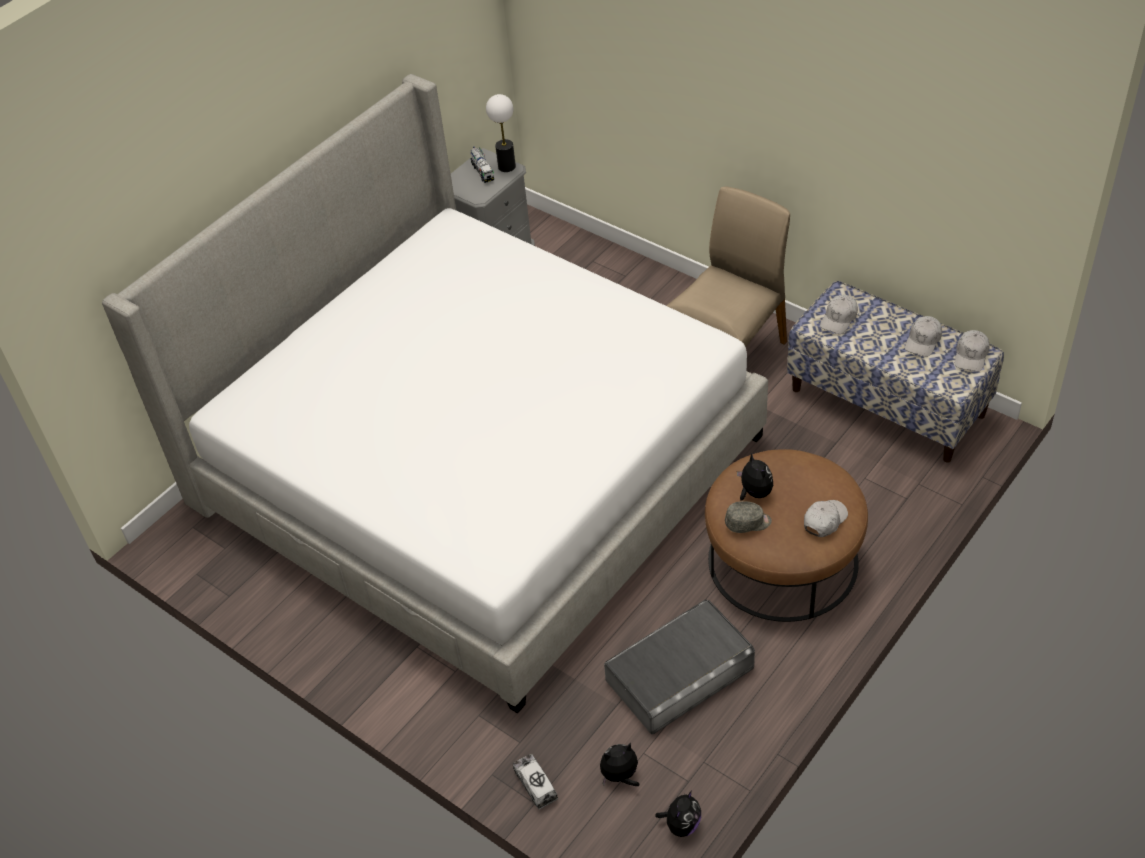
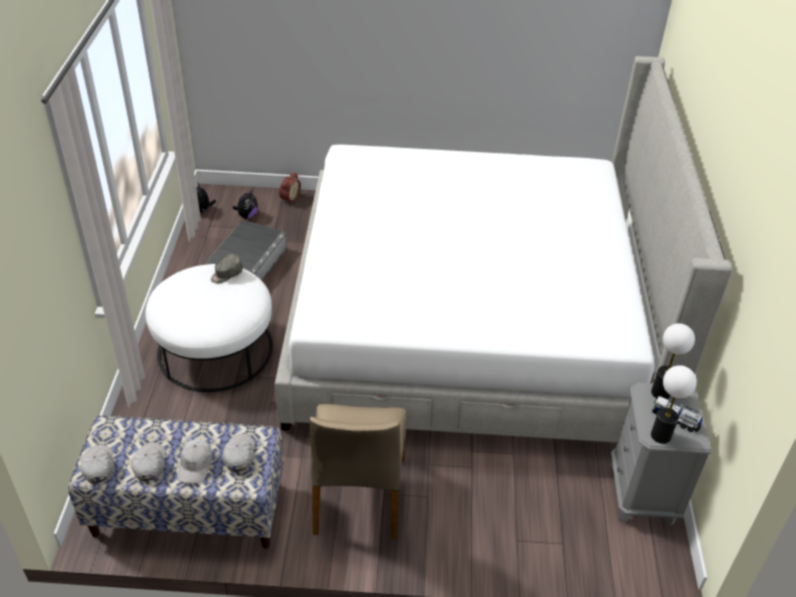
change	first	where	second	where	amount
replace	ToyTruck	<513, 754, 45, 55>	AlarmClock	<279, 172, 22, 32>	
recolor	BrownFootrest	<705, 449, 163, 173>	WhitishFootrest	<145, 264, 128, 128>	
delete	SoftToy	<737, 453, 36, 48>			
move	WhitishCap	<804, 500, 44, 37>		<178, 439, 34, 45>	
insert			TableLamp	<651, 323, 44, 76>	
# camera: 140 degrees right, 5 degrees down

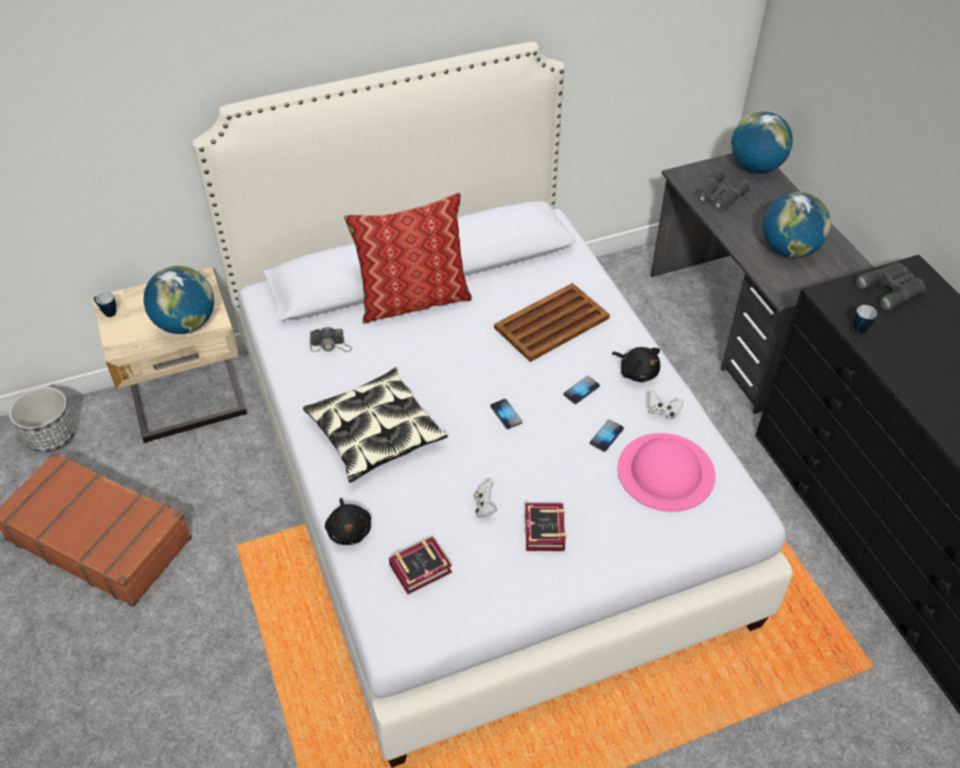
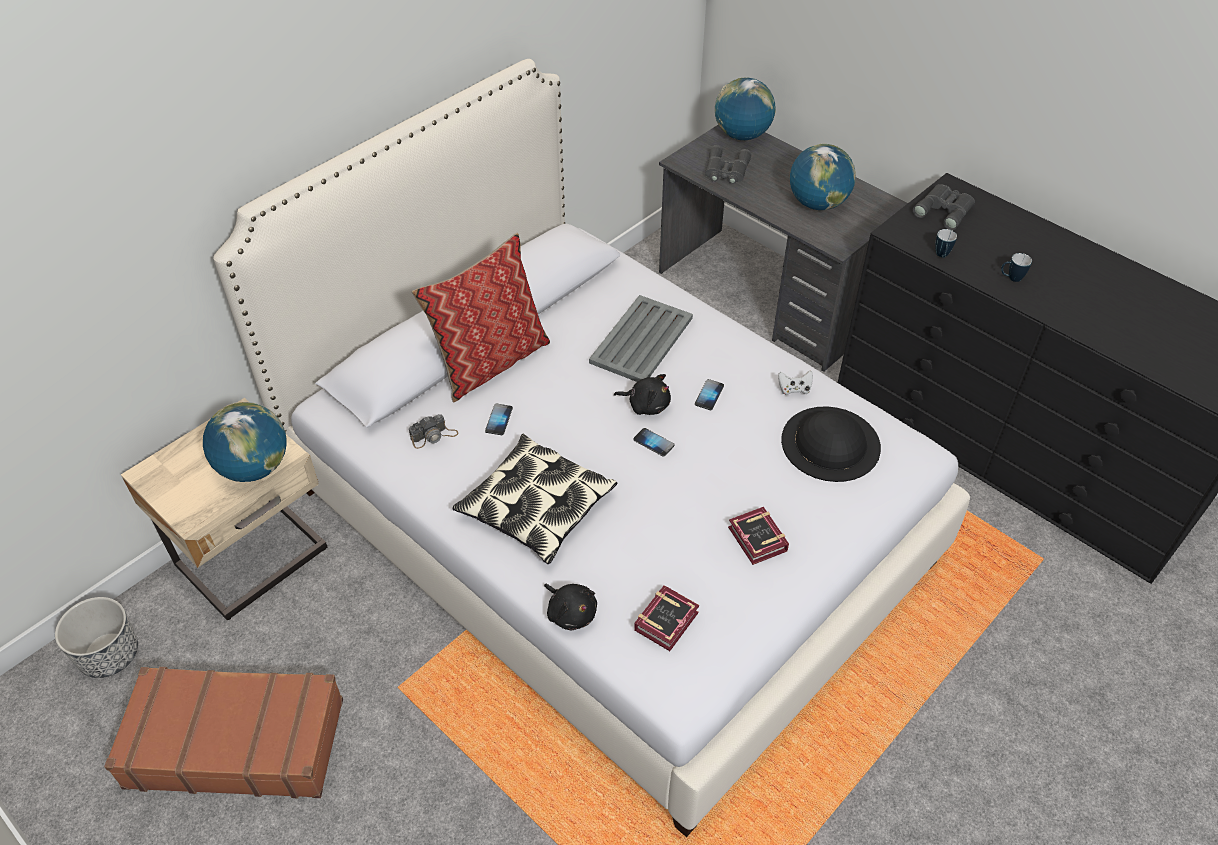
change	first	where	second	where	amount
move	TeaMug	<94, 292, 22, 25>		<1001, 253, 31, 29>	
delete	WhitishGameController	<474, 481, 23, 37>			
recolor	BrownTray	<494, 283, 116, 79>	GreyishTray	<589, 295, 104, 87>	
move	Phone	<590, 419, 34, 33>		<485, 404, 28, 31>	
move	BlackSoftToy	<612, 347, 48, 35>		<614, 374, 57, 41>	
recolor	PinkishClothingHat	<617, 433, 99, 79>	BlackClothingHat	<781, 406, 100, 76>	
# camera: 25 degrees left, 0 degrees up

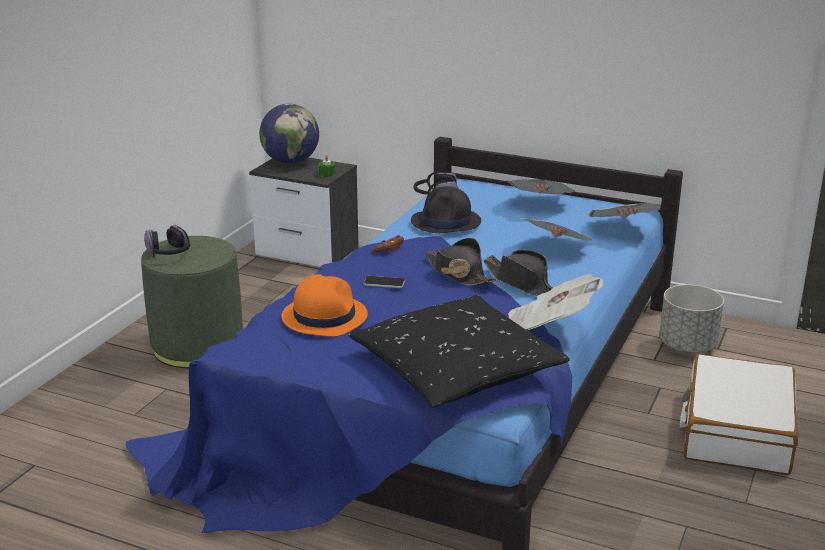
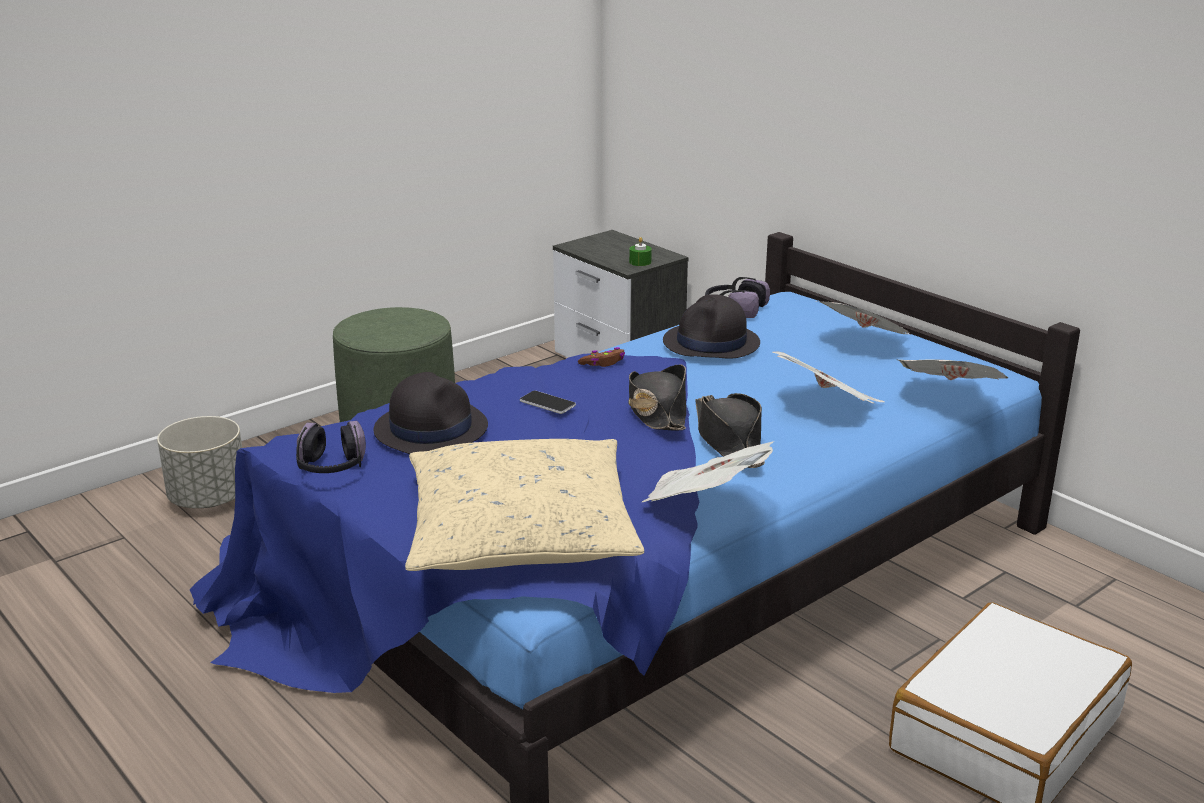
change	first	where	second	where	amount
move	Headphones	<144, 225, 46, 32>		<296, 421, 70, 52>	
delete	DeskGlobe	<259, 104, 60, 60>			
recolor	OrangeColouredClothingHat	<281, 274, 87, 63>	BlackClothingHat	<373, 372, 115, 82>	
recolor	BlackCushion	<348, 295, 222, 113>	BeigeCushion	<405, 439, 239, 132>	
move	GreyishPlanter	<659, 284, 65, 69>		<157, 416, 85, 92>	
# camera: 25 degrees right, 0 degrees up

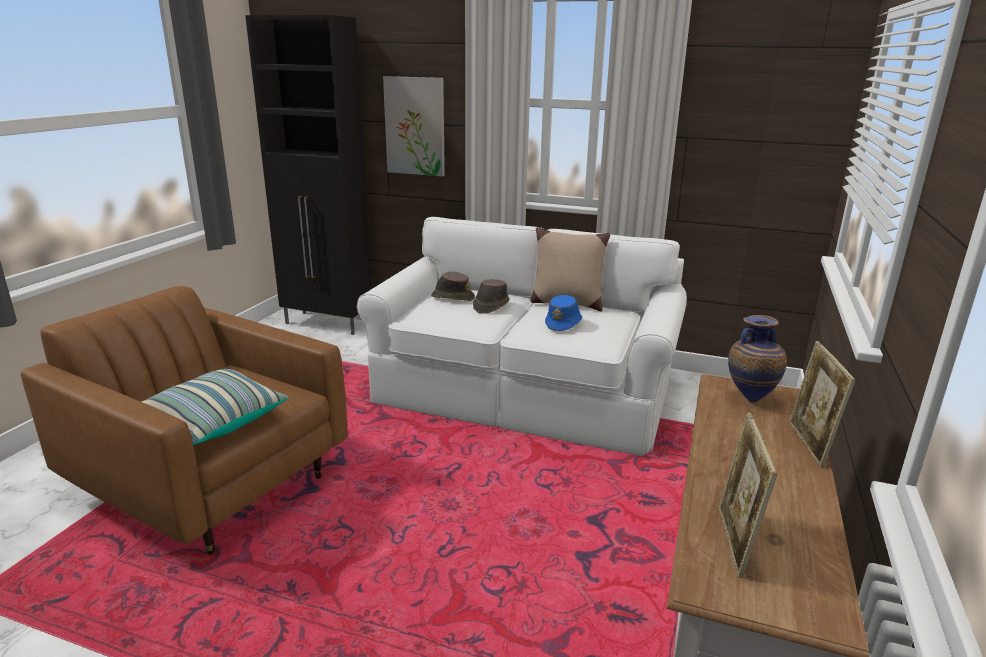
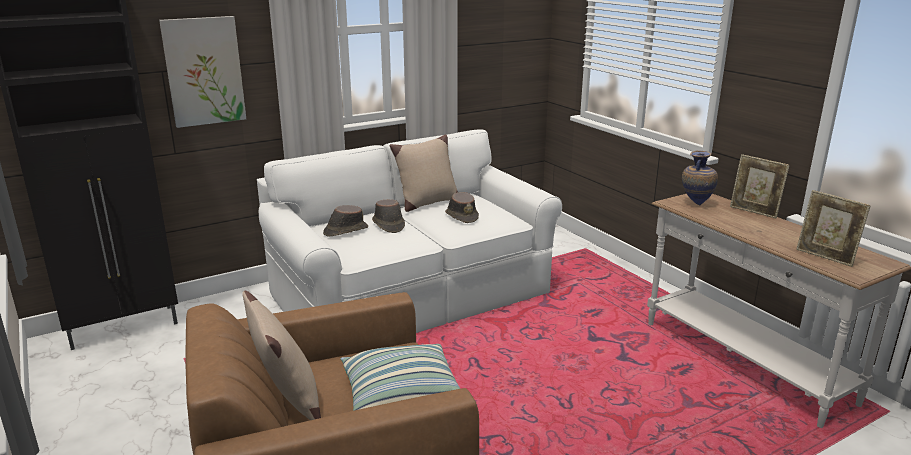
change	first	where	second	where	amount
recolor	BlueClothingHat	<545, 295, 37, 36>	BrownClothingHat	<445, 192, 34, 31>	
insert			BeigeCushion	<242, 291, 79, 129>	
# camera: 50 degrees left, 0 degrees up

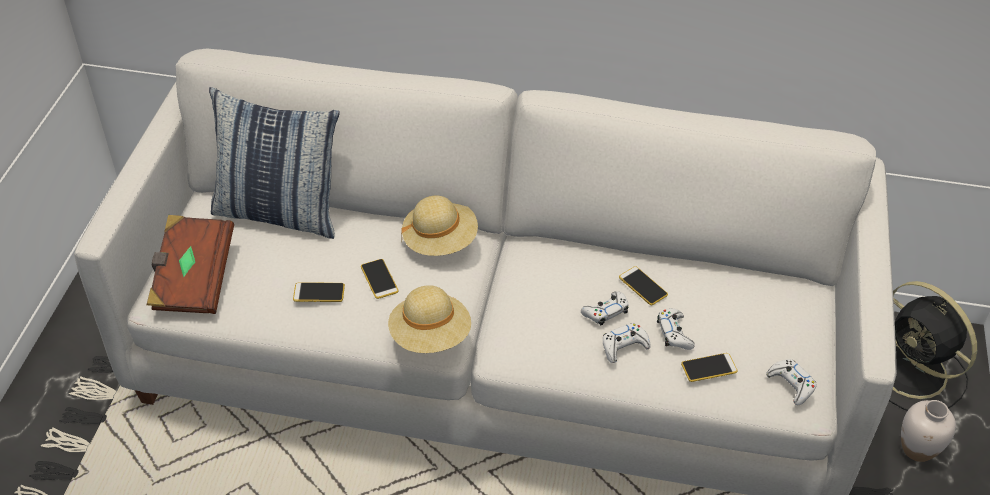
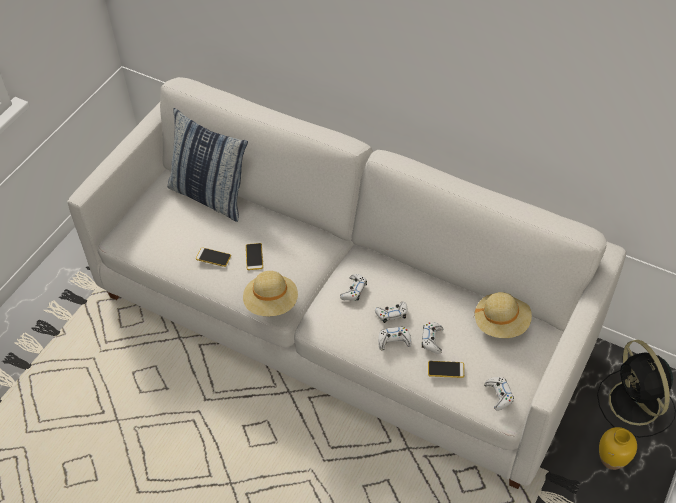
change	first	where	second	where	amount
delete	BrownVolume	<146, 215, 88, 99>			
move	BeigeClothingHat	<401, 196, 77, 60>		<473, 292, 59, 46>	
delete	Phone	<619, 266, 49, 39>			
recolor	WhitishDecorativeVase	<901, 400, 55, 62>	YellowishDecorativeVase	<599, 427, 38, 43>	
insert			WhitishGameController	<340, 274, 27, 27>	
# camera: 20 degrees right, 5 degrees up

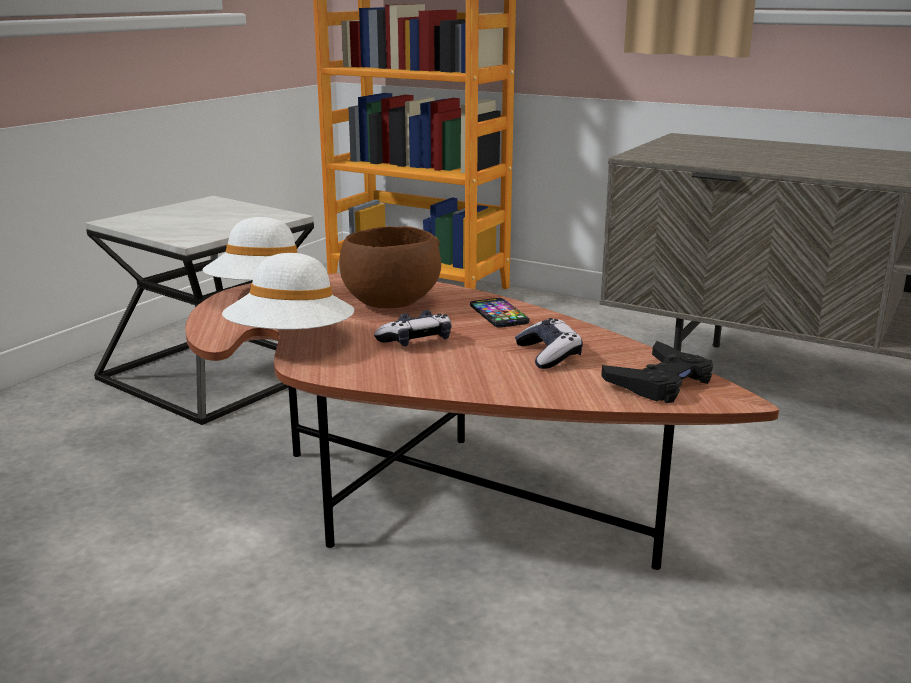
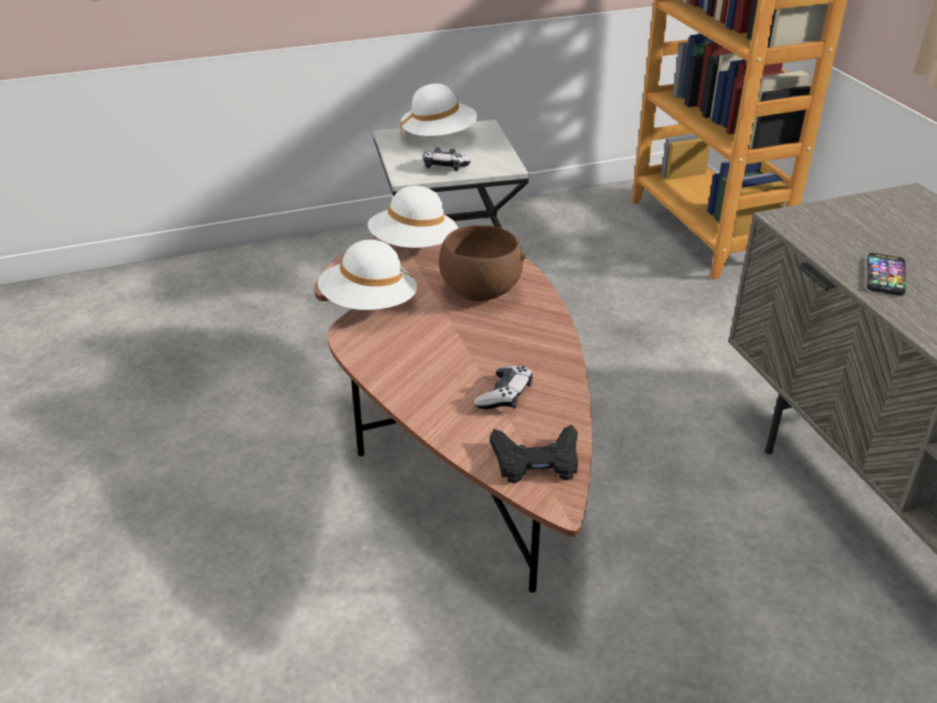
change	first	where	second	where	amount
move	GameController	<374, 310, 78, 37>		<423, 148, 48, 23>	
move	Phone	<470, 298, 60, 30>		<867, 253, 39, 43>	
insert			WhitishClothingHat	<400, 84, 77, 52>	
# camera: 40 degrees right, 15 degrees up

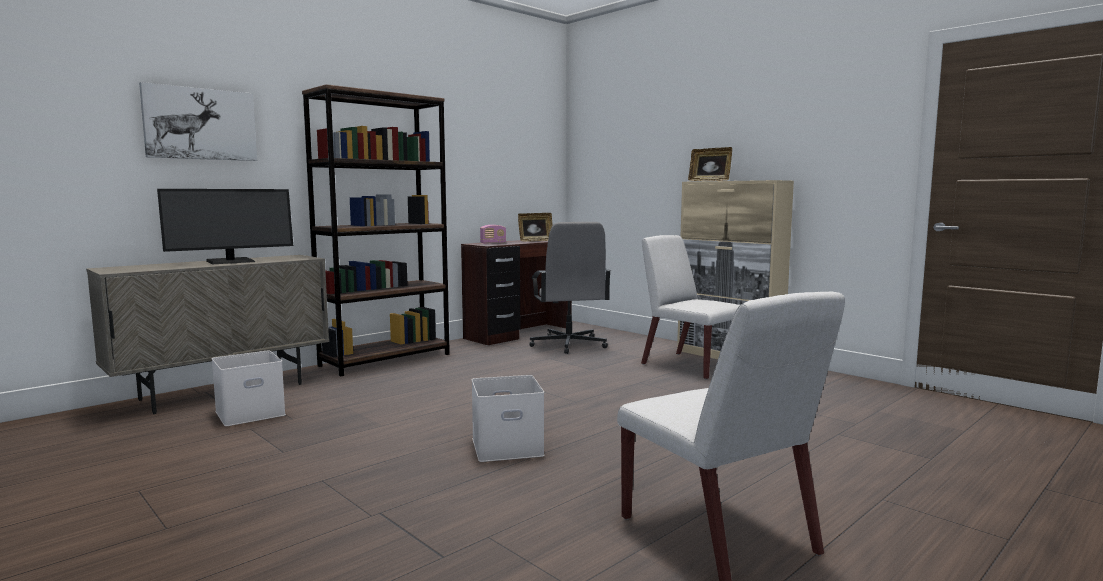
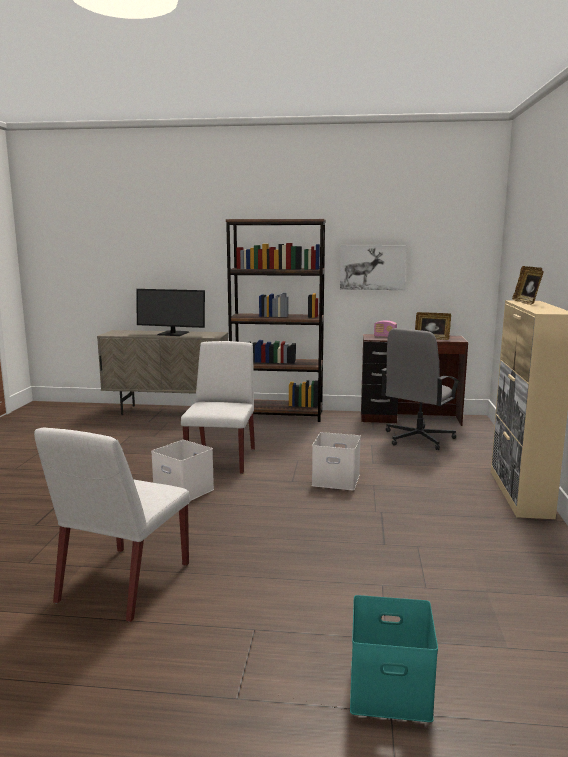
change	first	where	second	where	amount
move	WallArt	<139, 82, 118, 79>		<340, 245, 67, 45>	
move	WhitishStorageContainer	<212, 350, 74, 76>		<312, 432, 49, 58>	
move	WhitishPlainChair	<641, 235, 99, 145>		<181, 341, 74, 133>	
insert			BlueGreenStorageContainer	<350, 595, 88, 127>	
# camera: 50 degrees right, 5 degrees up

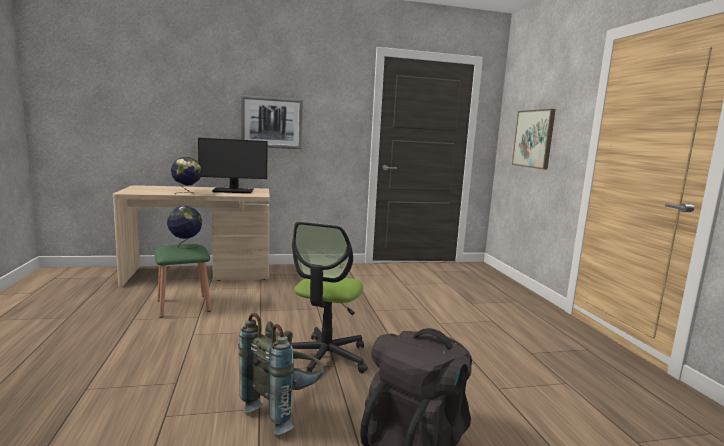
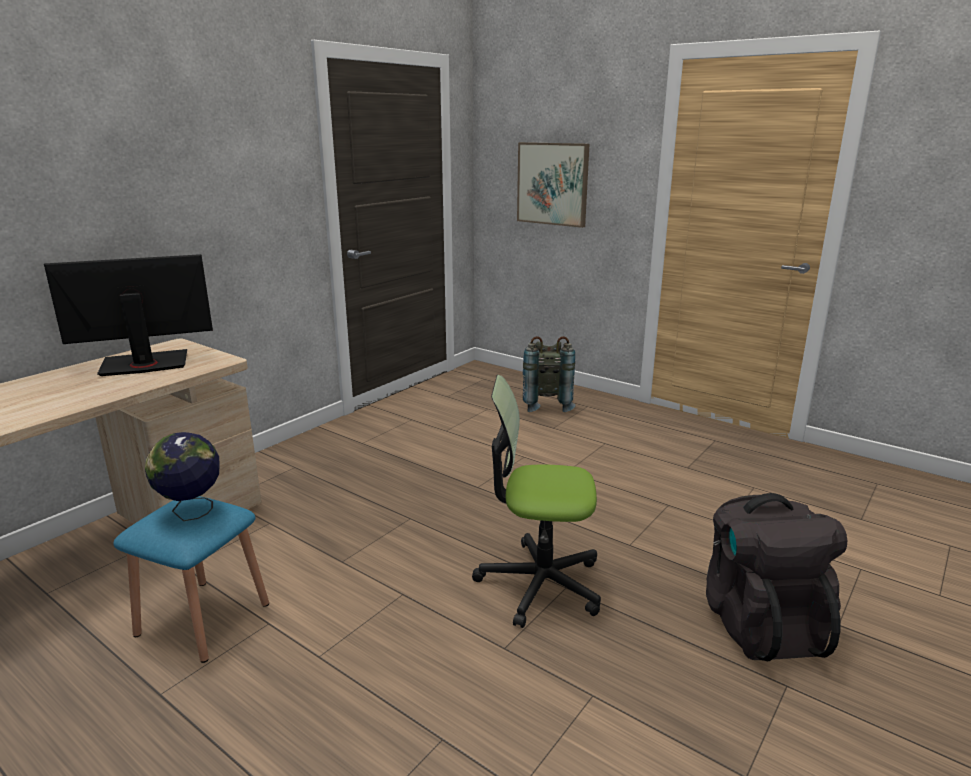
change	first	where	second	where	amount
recolor	GreenColouredSittingStool	<155, 244, 56, 74>	BlueSittingStool	<113, 496, 156, 167>	
delete	DeskGlobe	<171, 157, 31, 37>			
rotate	ComputerDisplay	<198, 138, 70, 55>		<44, 254, 169, 122>	150 degrees counterclockwise
move	GreyishKnapsack	<238, 313, 86, 122>		<523, 336, 53, 76>	
delete	WallArt	<241, 95, 62, 54>			
rotate	DeskChair	<291, 221, 77, 152>		<472, 375, 129, 253>	120 degrees clockwise
# camera: 40 degrees left, 10 degrees up

